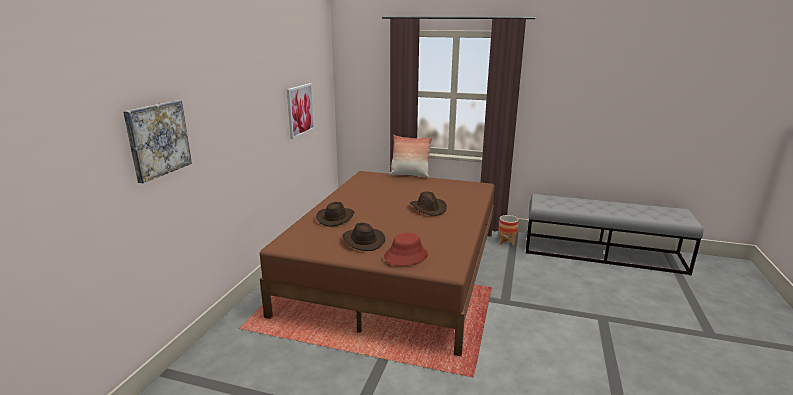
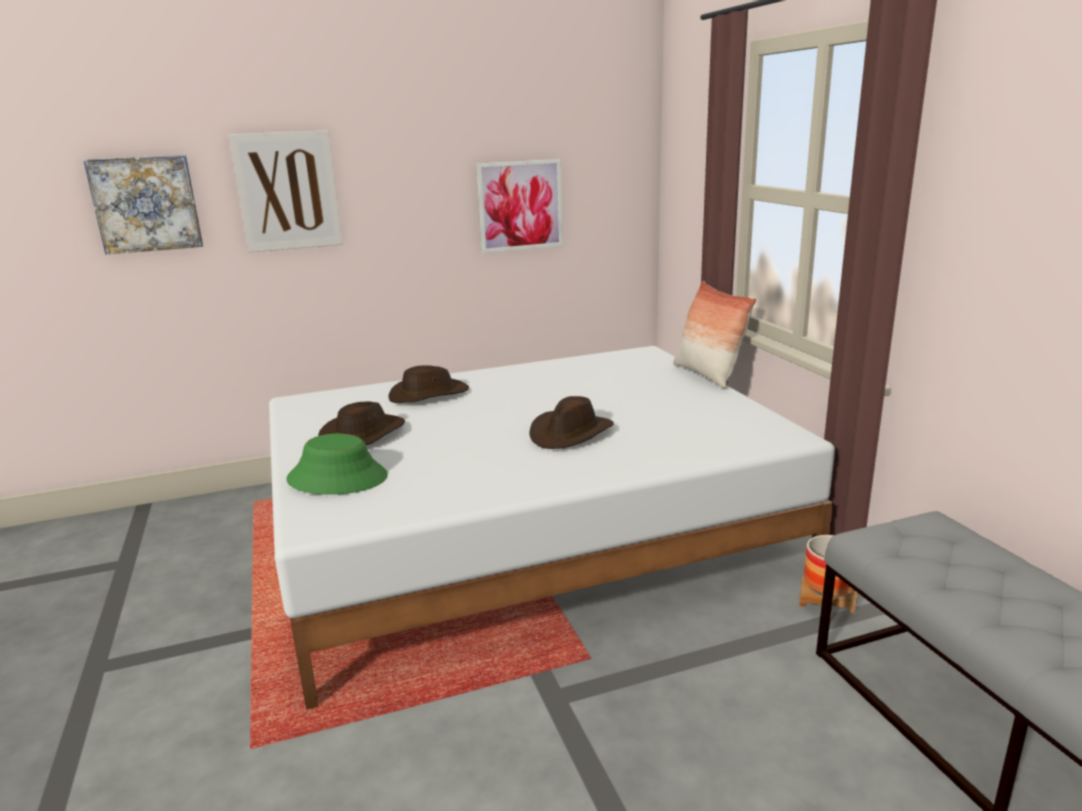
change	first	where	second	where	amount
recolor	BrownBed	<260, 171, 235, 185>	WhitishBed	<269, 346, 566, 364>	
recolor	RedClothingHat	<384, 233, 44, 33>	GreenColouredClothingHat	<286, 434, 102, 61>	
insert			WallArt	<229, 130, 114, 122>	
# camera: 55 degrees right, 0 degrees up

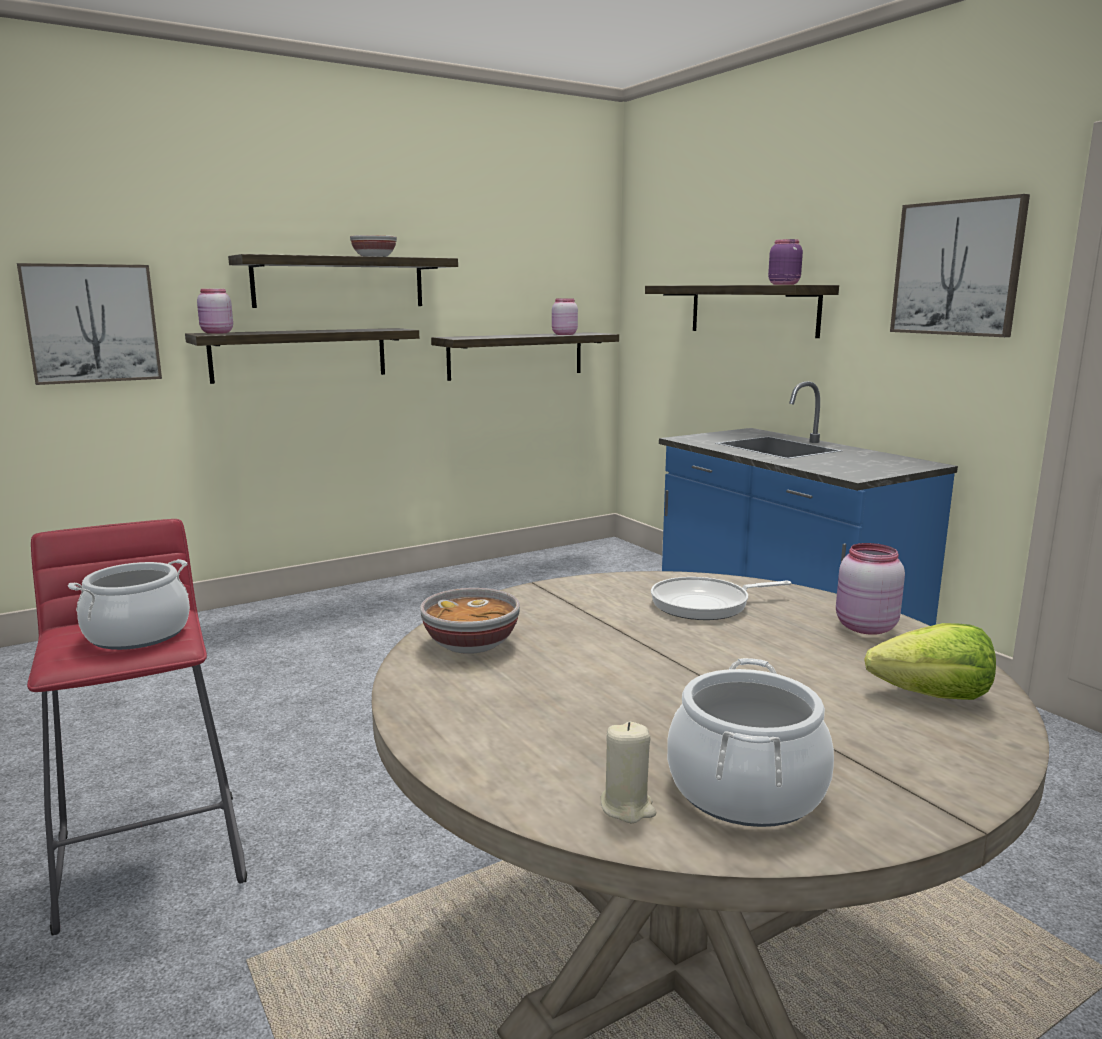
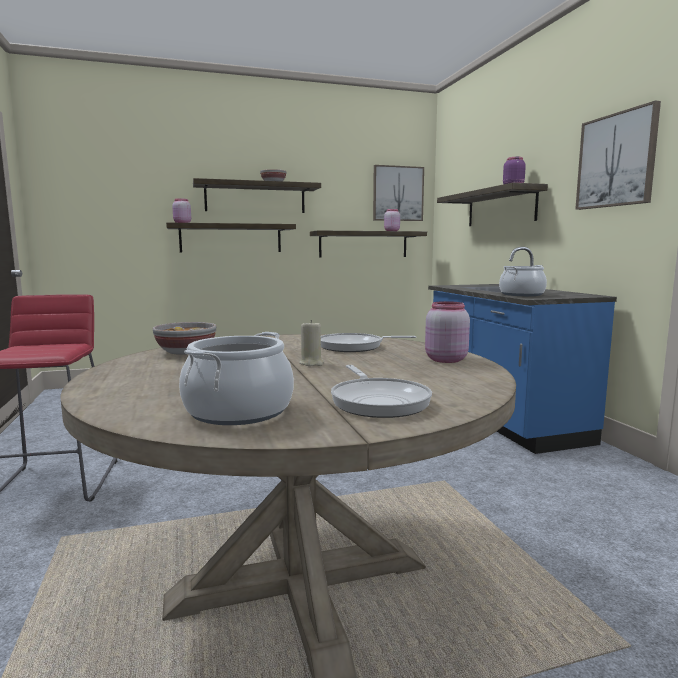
change	first	where	second	where	amount
move	WallArt	<17, 263, 145, 122>		<373, 165, 51, 56>	
move	CookingPot	<68, 559, 122, 91>		<499, 265, 48, 31>	
move	BeigeWaxCandle	<601, 722, 55, 101>		<299, 320, 25, 46>	
delete	LettuceHead	<864, 623, 132, 77>			
insert			FryingPan	<331, 365, 101, 53>	
# camera: 15 degrees right, 5 degrees down

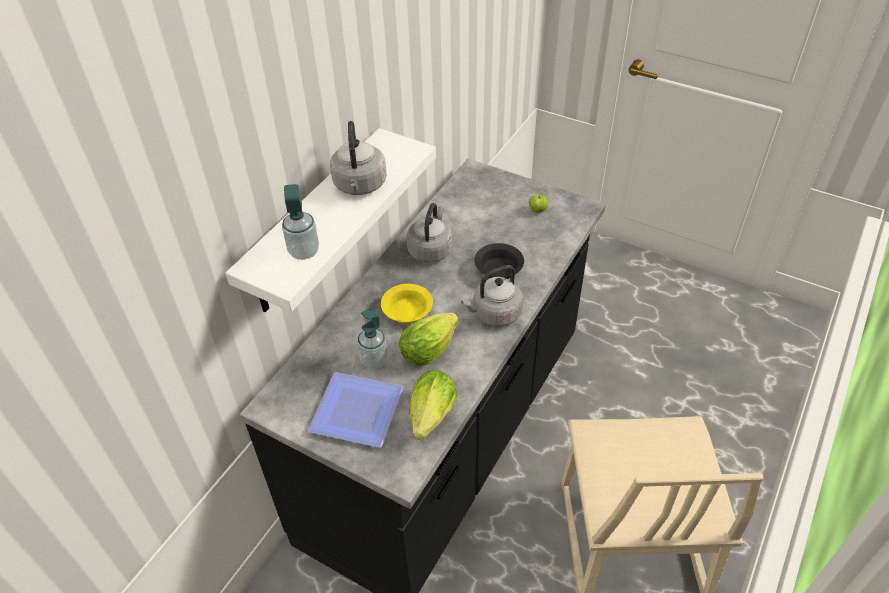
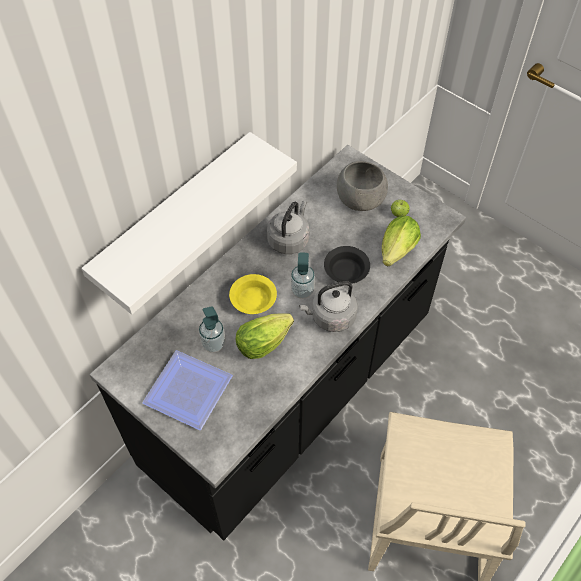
change	first	where	second	where	amount
move	SoapBottle	<282, 184, 37, 76>		<291, 252, 24, 47>	
delete	GreyishKettle	<330, 121, 57, 74>			
move	LettuceHead	<410, 370, 48, 70>		<382, 216, 39, 50>	
insert			GreyishDeepDish	<337, 161, 51, 50>	
# camera: 10 degrees right, 10 degrees up

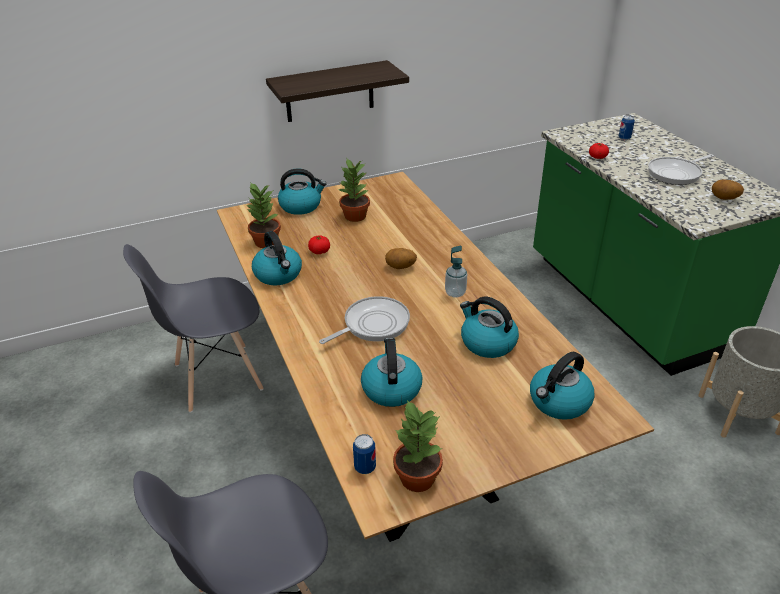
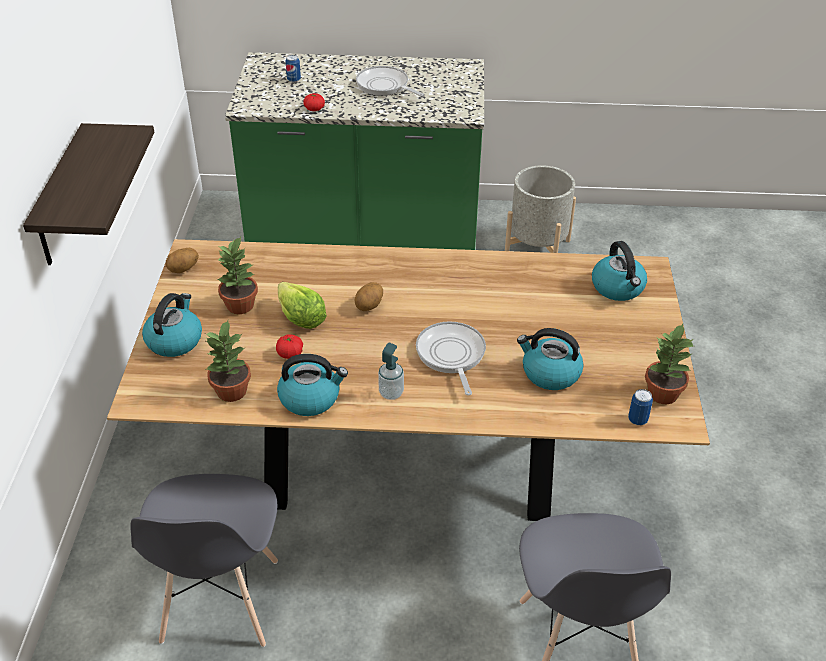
change	first	where	second	where	amount
move	SoapBottle	<445, 246, 22, 52>		<378, 343, 26, 57>	
delete	Kettle	<460, 297, 59, 61>			
rotate	FryingPan	<648, 154, 66, 31>		<356, 66, 68, 30>	135 degrees clockwise
move	Spud	<712, 180, 32, 20>		<166, 248, 33, 25>	
insert			LettuceHead	<278, 282, 49, 47>	
# camera: 65 degrees left, 5 degrees up

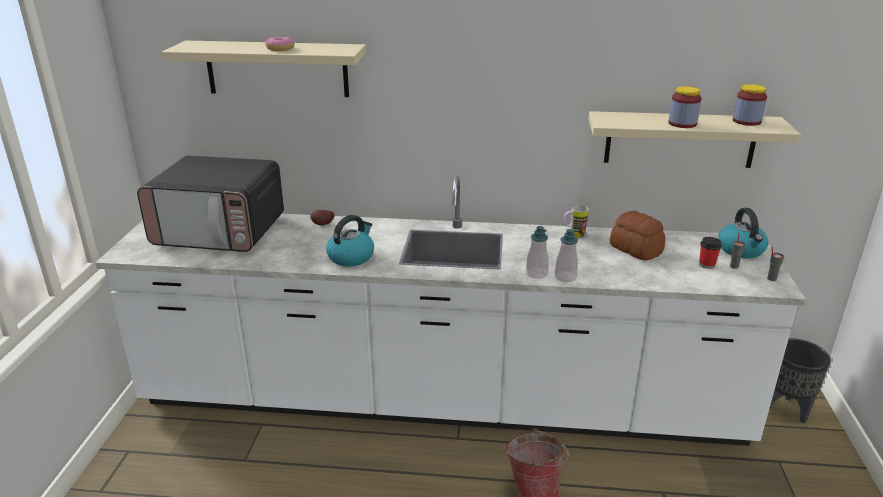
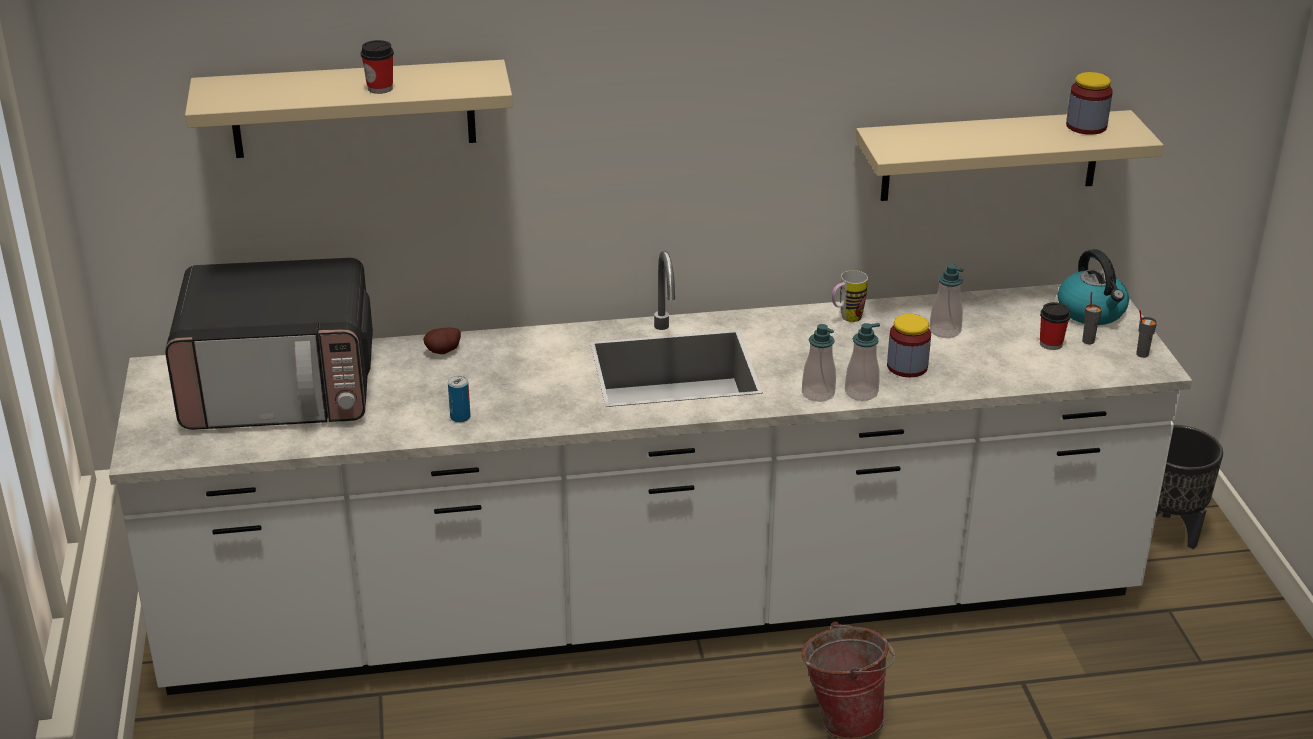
change	first	where	second	where	amount
replace	Donut	<265, 37, 29, 14>	SmallCup	<361, 40, 33, 54>	
delete	Kettle	<326, 215, 48, 51>			
replace	BakeryBread	<610, 211, 55, 49>	SoapBottle	<929, 264, 35, 74>	
move	Jar	<668, 86, 34, 42>		<887, 314, 44, 63>	
insert			SealedCan	<448, 376, 23, 47>	
# camera: 15 degrees left, 5 degrees up

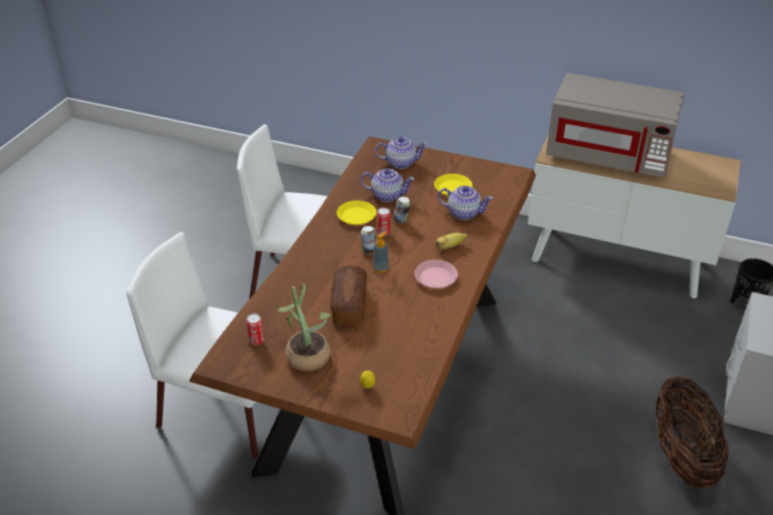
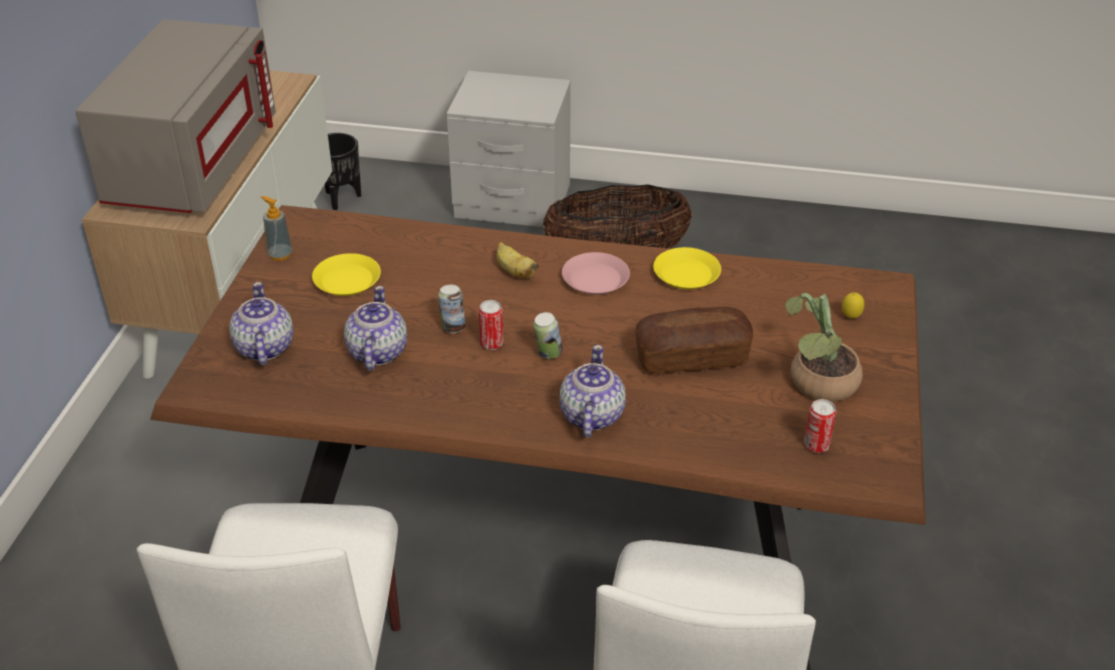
change	first	where	second	where	amount
move	YellowishDinnerPlate	<337, 201, 40, 24>		<653, 247, 68, 43>	
move	SoapBottle	<373, 231, 16, 42>		<261, 196, 32, 65>	
move	Teapot	<438, 186, 55, 34>		<560, 345, 66, 92>	
# camera: 100 degrees left, 0 degrees up

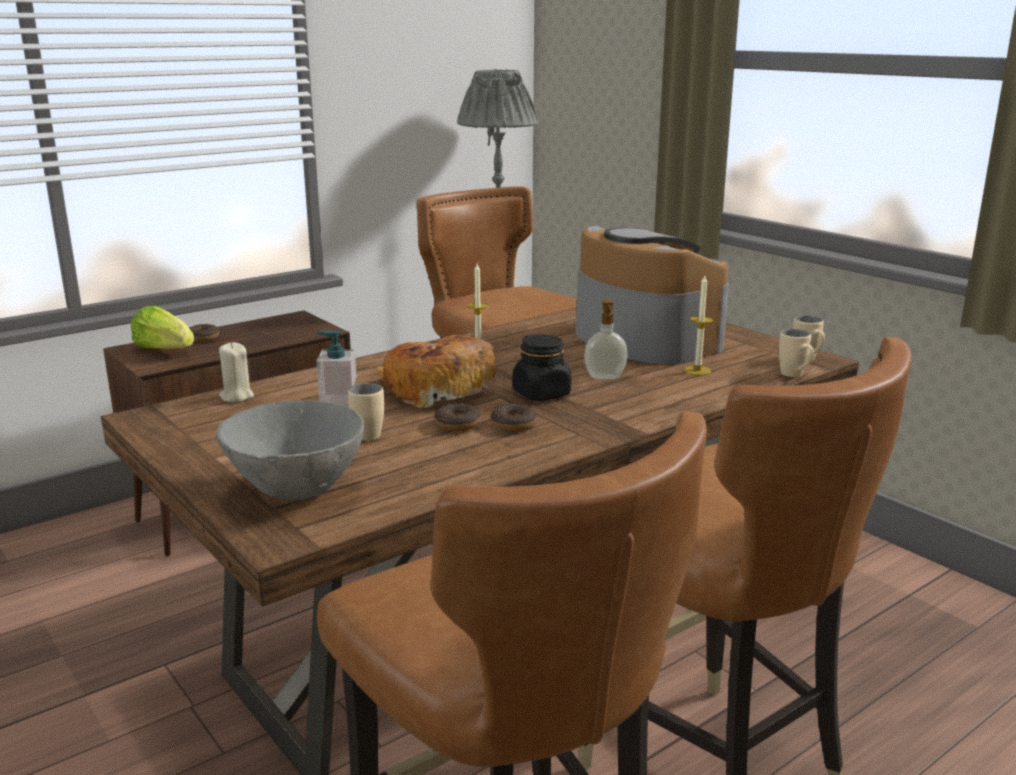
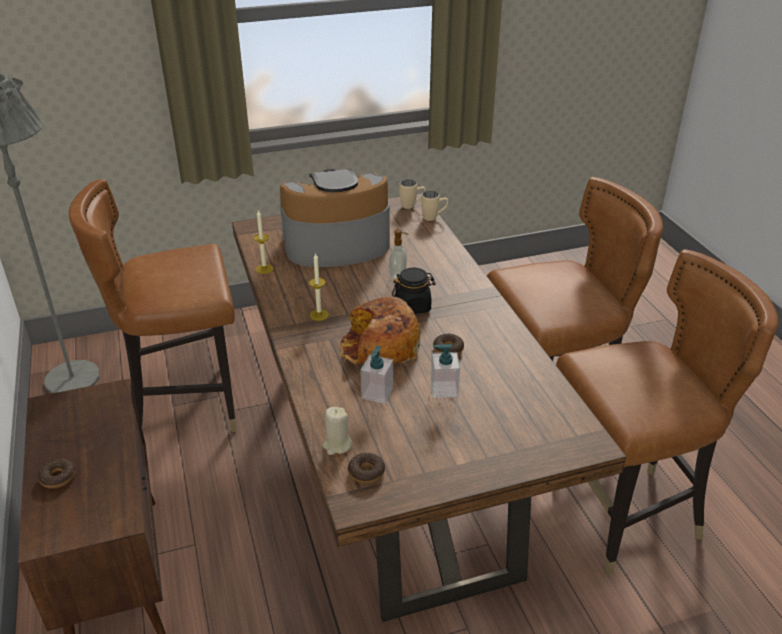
change	first	where	second	where	amount
delete	LettuceHead	<131, 306, 63, 43>			
delete	GreyishDeepDish	<216, 400, 148, 101>			
replace	BeigeTeaMug	<348, 383, 36, 58>	SoapBottle	<431, 344, 29, 54>	
move	Donut	<491, 404, 46, 28>		<348, 453, 37, 31>	
move	WaxCandle	<684, 276, 29, 99>		<253, 210, 21, 64>	
# camera: 70 degrees left, 15 degrees up

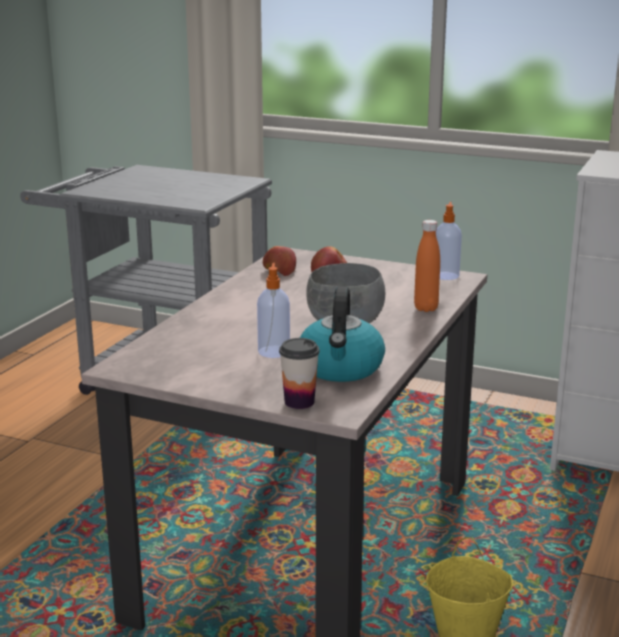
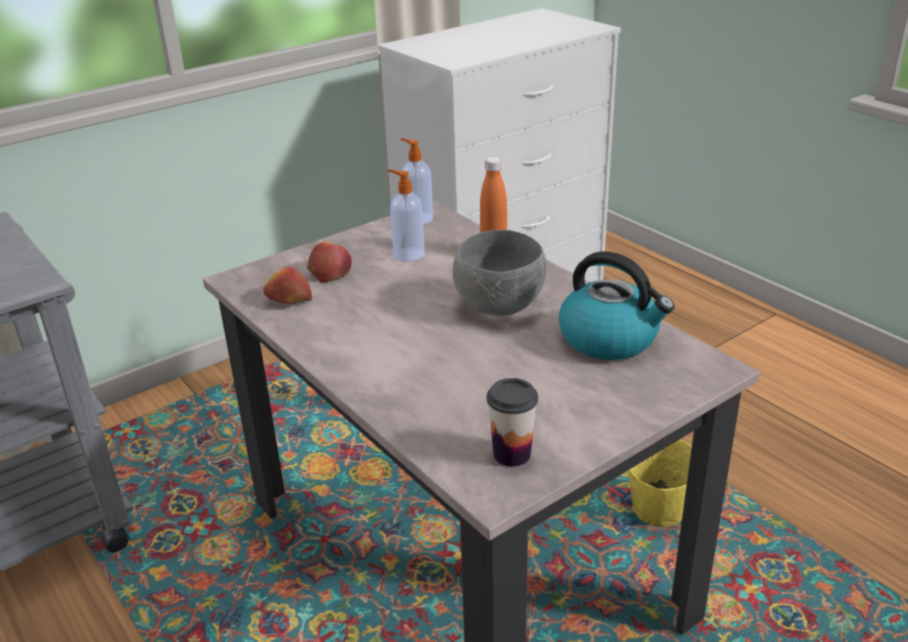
change	first	where	second	where	amount
move	SoapBottle	<257, 263, 33, 95>		<387, 170, 38, 91>	
move	SmallCup	<279, 338, 41, 71>		<487, 378, 51, 89>	
# camera: 60 degrees left, 10 degrees up

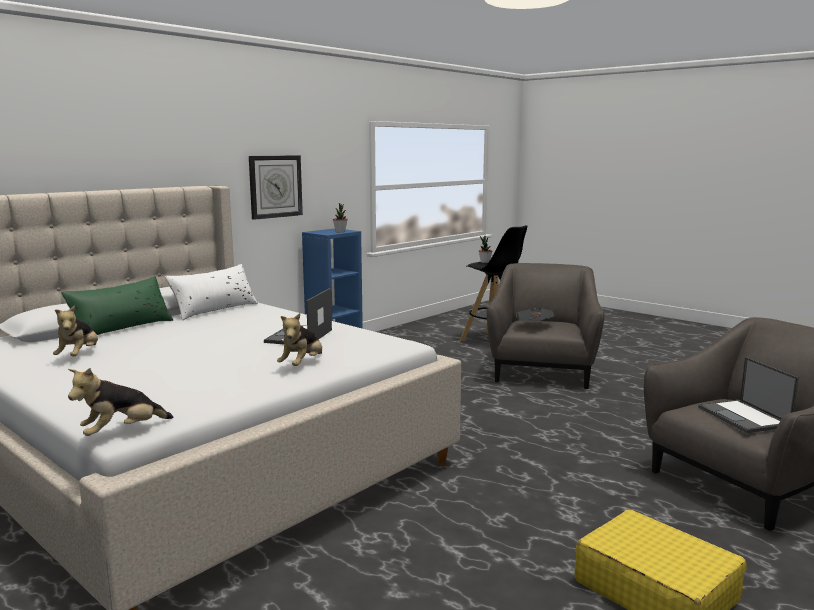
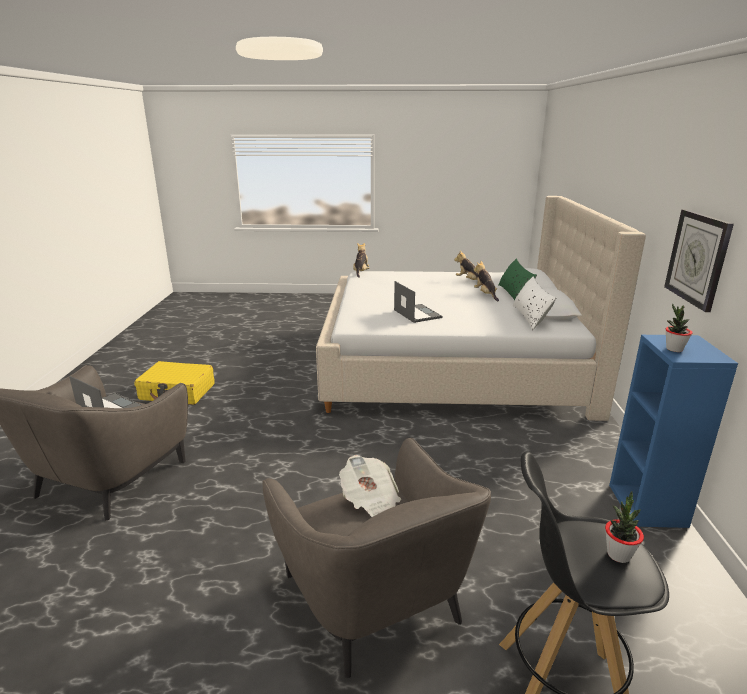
change	first	where	second	where	amount
move	SoftToy	<277, 313, 45, 53>		<474, 261, 25, 40>	
# camera: 140 degrees right, 10 degrees up

